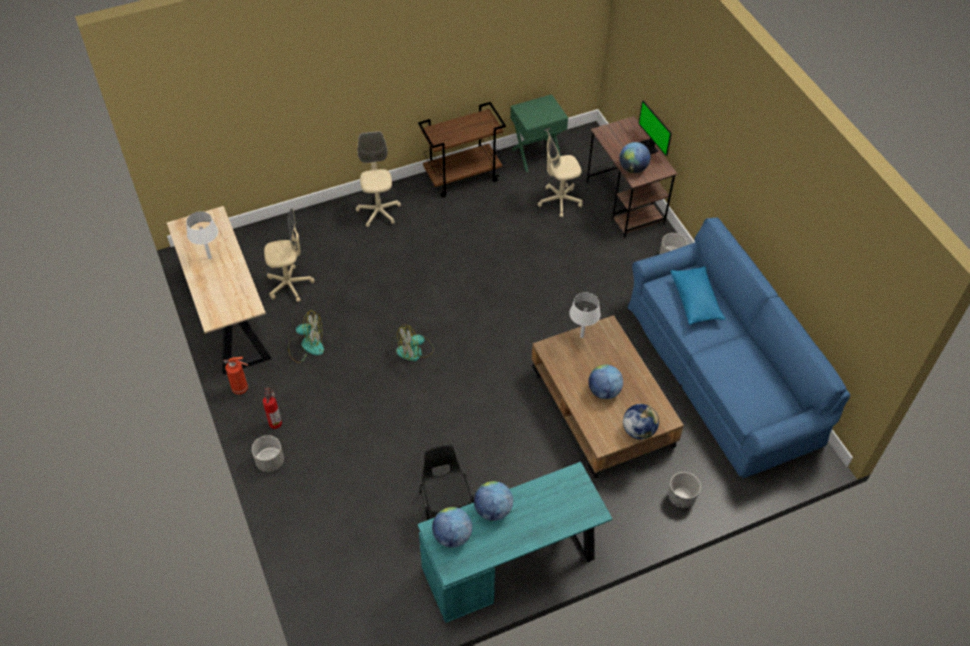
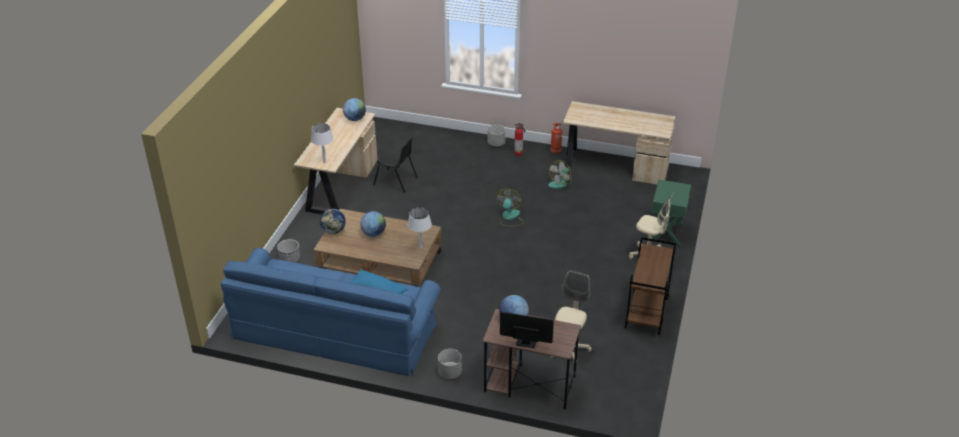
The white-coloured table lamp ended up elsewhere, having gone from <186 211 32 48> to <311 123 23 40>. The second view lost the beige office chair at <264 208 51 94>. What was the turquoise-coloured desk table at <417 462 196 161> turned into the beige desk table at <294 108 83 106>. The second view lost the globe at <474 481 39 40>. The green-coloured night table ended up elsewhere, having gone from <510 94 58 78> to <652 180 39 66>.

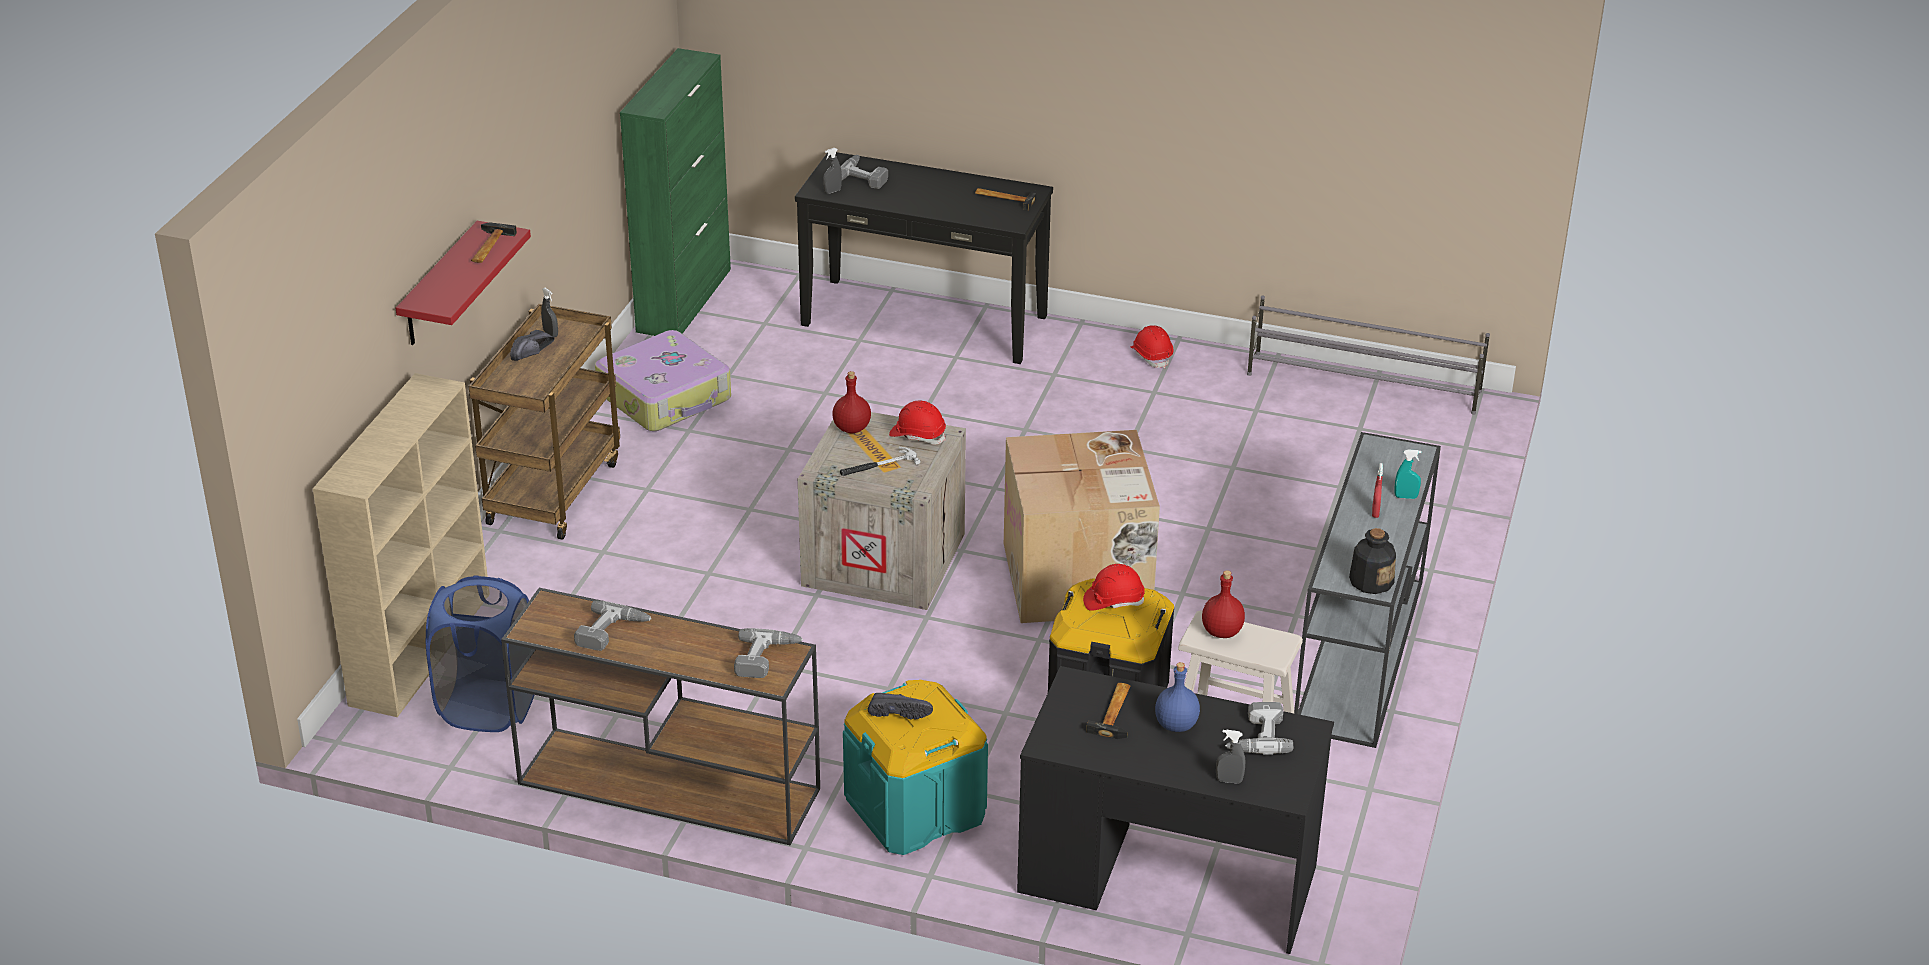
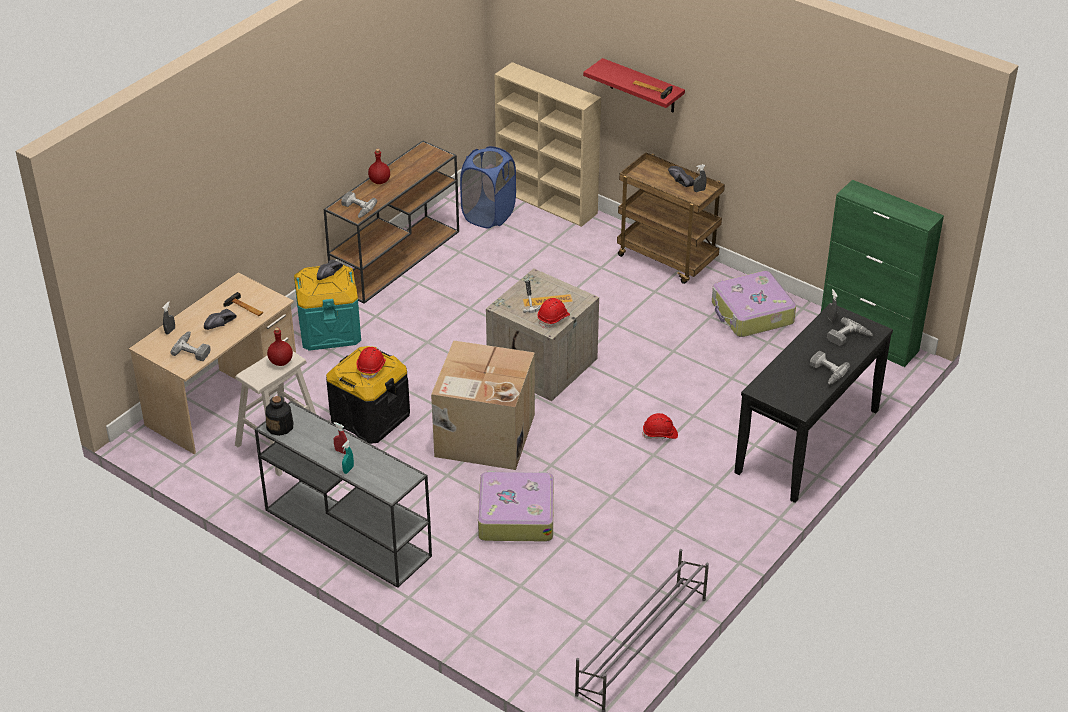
The drill ended up elsewhere, having gone from <574 601 78 50> to <810 351 40 33>. The red bottle ended up elsewhere, having gone from <832 371 39 62> to <368 149 22 35>. The second view lost the tool hammer at <975 188 61 23>. What was the blackish desk table at <1017 666 317 288> turned into the beige desk table at <129 273 167 181>. The red work helmet ended up elsewhere, having gone from <1131 325 42 44> to <642 413 36 26>. Where the bluish bottle stood at <1155 662 45 70>, the blackish shoe came to stand at <204 309 33 21>. The second view gained the travel case at <478 471 76 71>.

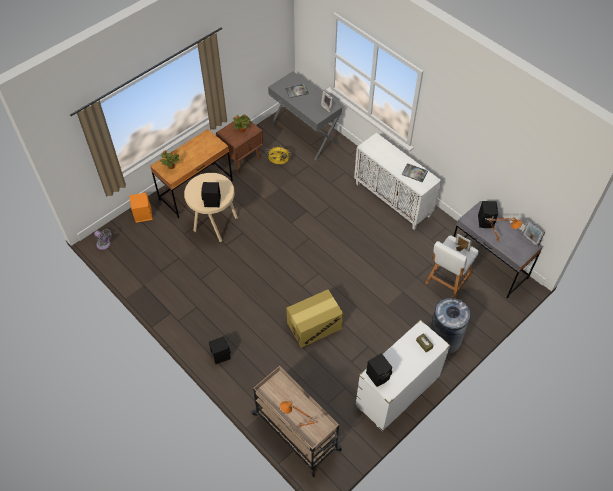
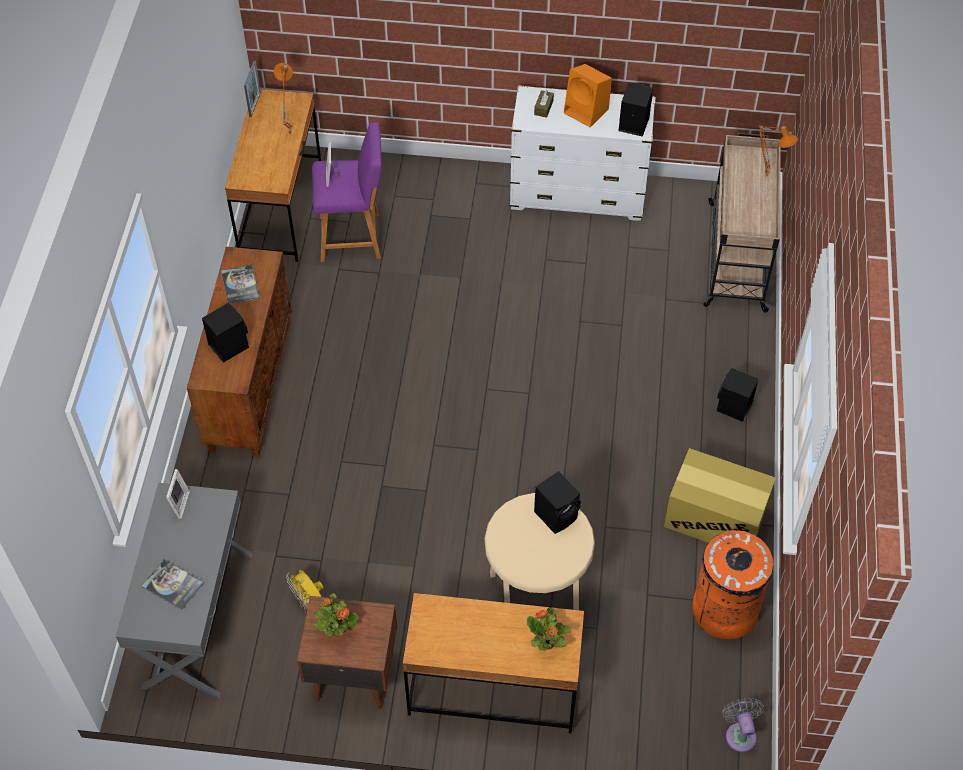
The orangey speaker ended up elsewhere, having gone from <129 193 24 30> to <564 64 48 63>. The cardboard box ended up elsewhere, having gone from <287 289 56 59> to <664 448 112 95>. What was the white-coloured cabinet at <354 133 87 97> turned into the brown cabinet at <187 247 105 210>. What was the white-coloured stool seat at <425 236 54 63> turned into the purplish stool seat at <312 122 70 140>. The second view lost the greyish rubbish bin at <430 298 40 56>. What was the greyish desk table at <454 201 89 98> turned into the brown desk table at <225 89 96 173>. The blackish speaker ended up elsewhere, having gone from <478 201 20 27> to <202 303 47 60>. The second view gained the orangey rubbish bin at <692 530 81 109>.

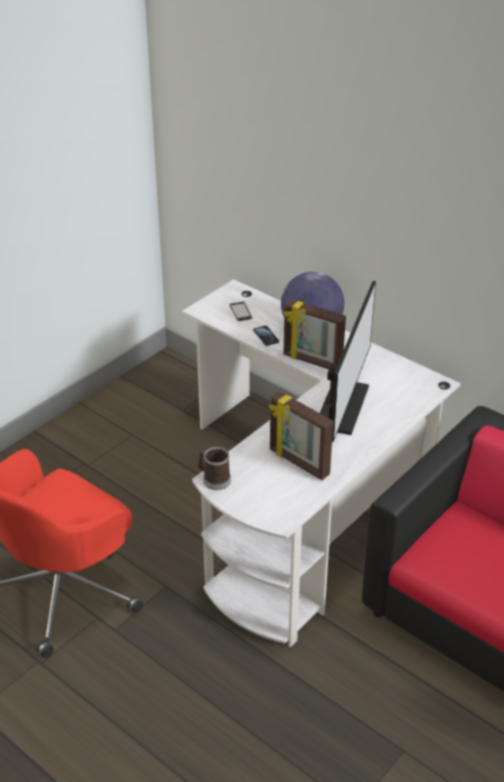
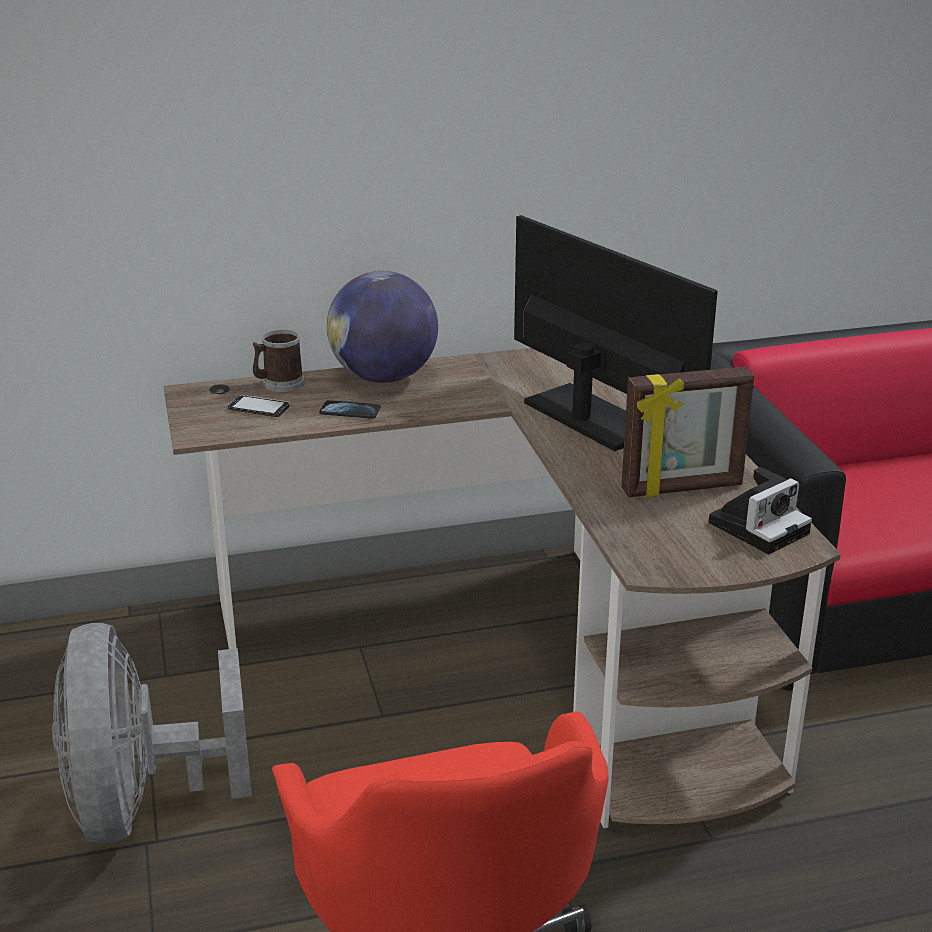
What was the white-coloured desk table at <182 279 279 368> turned into the brown desk table at <163 348 678 480>. The coffee mug ended up elsewhere, having gone from <198 447 33 43> to <253 330 52 62>. The second view lost the photo frame at <283 299 63 70>. The second view gained the greyish cooling fan at <52 623 200 220>. The second view gained the photo camera at <709 467 103 87>.

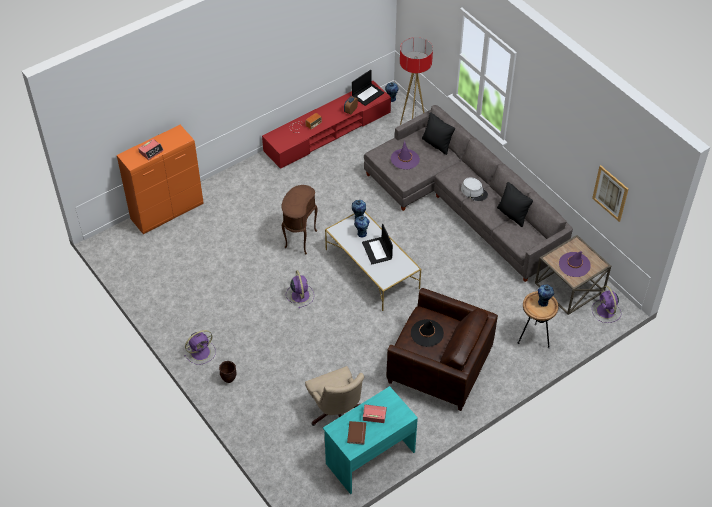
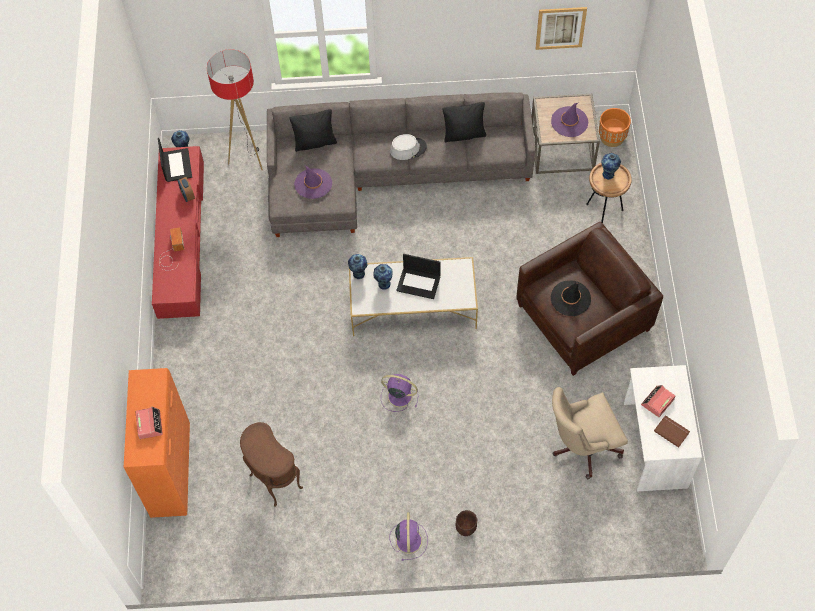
The brown end table ended up elsewhere, having gone from <282 185 35 69> to <240 422 63 84>. The beige office chair at <305 366 59 60> ended up facing another way, 150 degrees clockwise from before. What was the turquoise-coloured desk table at <323 386 95 108> turned into the white-coloured desk table at <624 365 78 127>. Where the purplish cooling fan stood at <592 286 29 37>, the orangey plant pot came to stand at <599 108 32 39>.

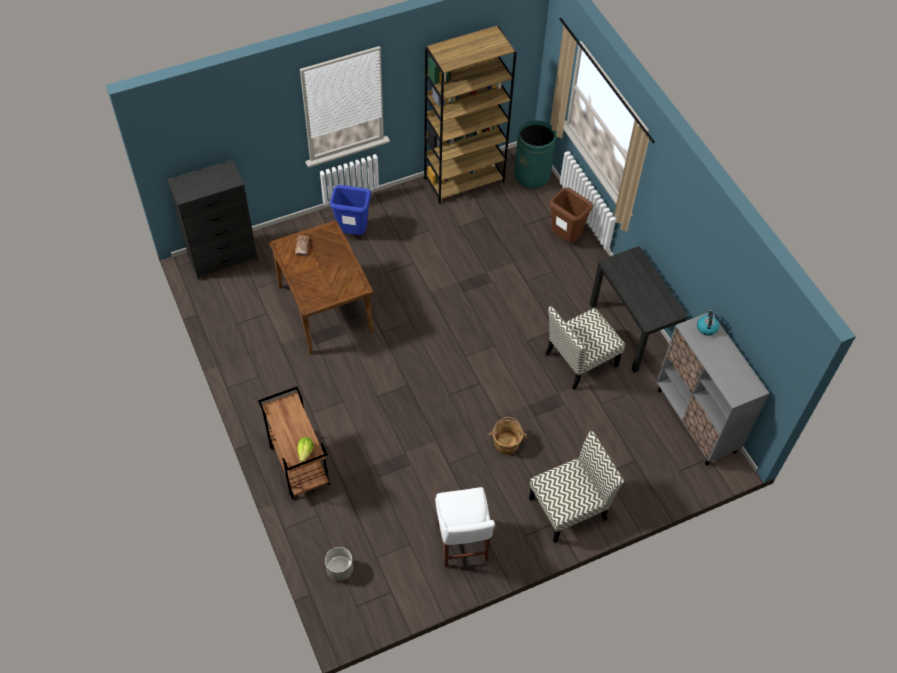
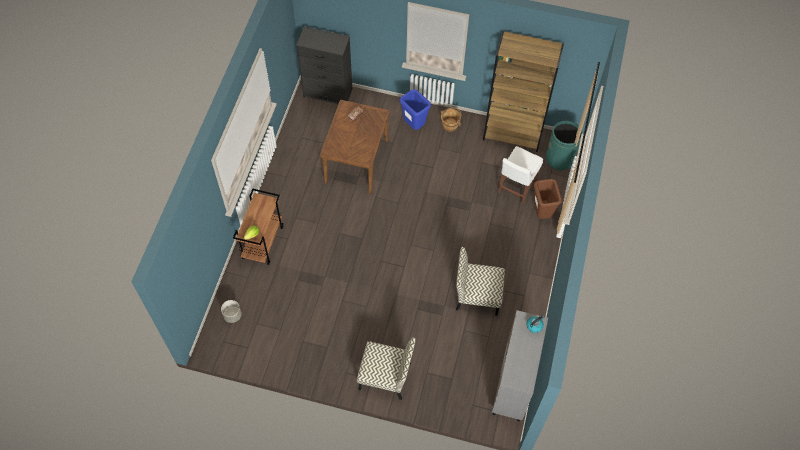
The white-coloured plain chair ended up elsewhere, having gone from <435 487 60 80> to <498 146 45 58>. The brown pail ended up elsewhere, having gone from <488 417 40 38> to <441 108 20 24>. The second view lost the blackish desk table at <590 246 98 127>.

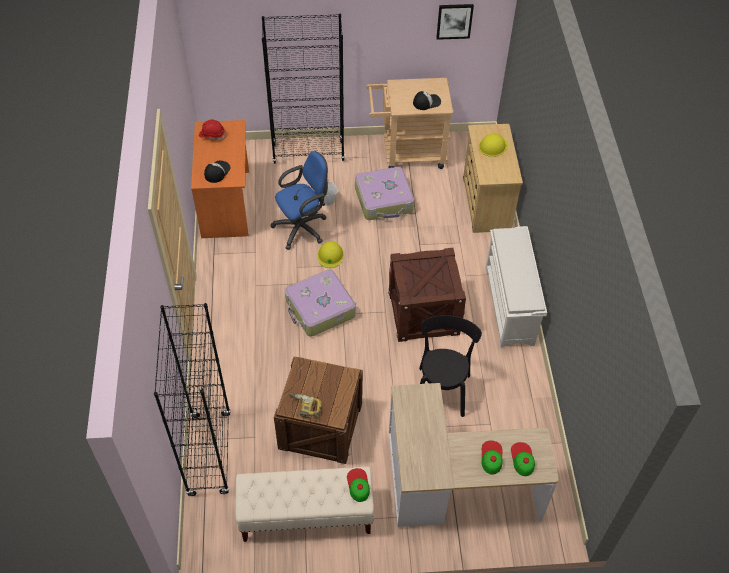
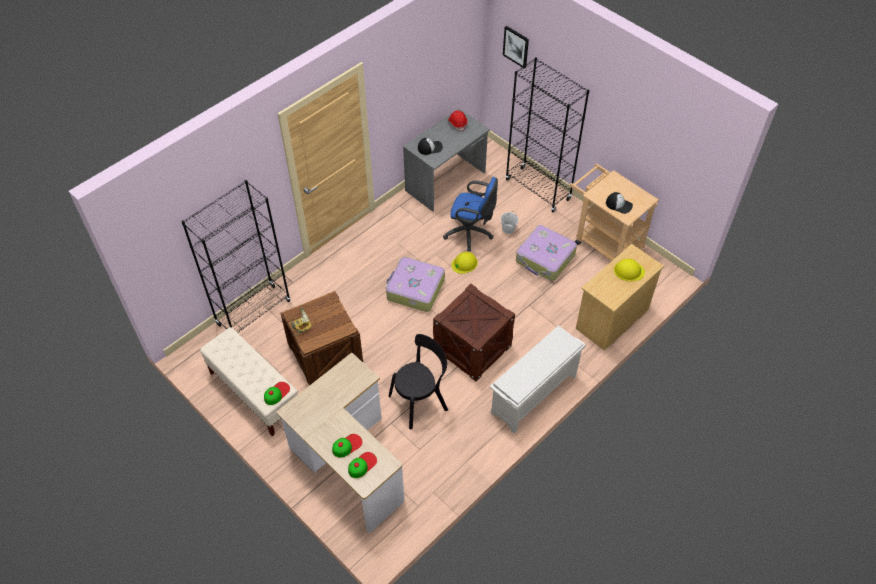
What was the orangey desk table at <191 120 58 118> turned into the greyish desk table at <403 108 87 103>. The wall picture ended up elsewhere, having gone from <436 4 38 36> to <503 26 26 43>.

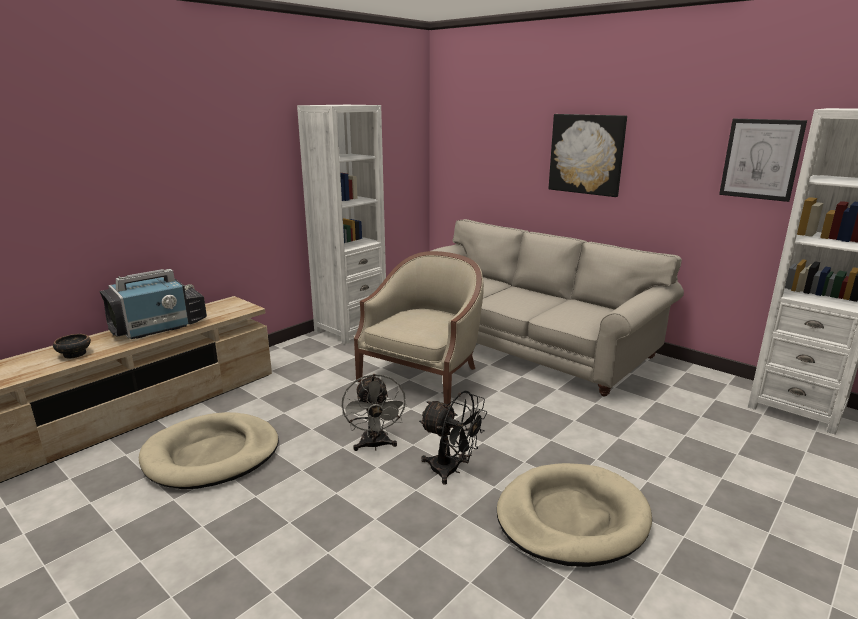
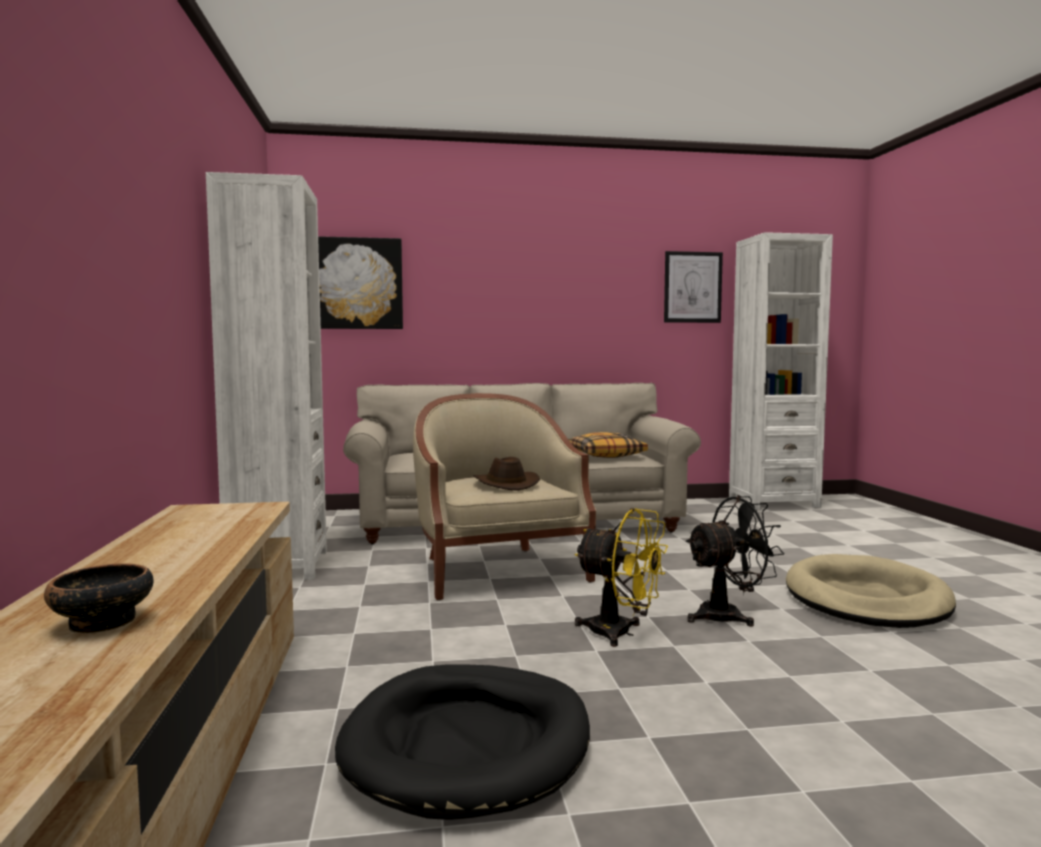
The second view lost the TV set at <99 269 108 70>. What was the beige dog bed at <139 412 140 77> turned into the blackish dog bed at <335 664 255 156>. What was the greyish cooling fan at <342 374 65 77> turned into the yellow-coloured cooling fan at <574 508 94 139>. The wall picture ended up elsewhere, having gone from <548 114 79 83> to <318 236 85 93>. The second view gained the brown hat at <473 457 67 34>. The second view gained the throw pillow at <568 432 80 26>.

